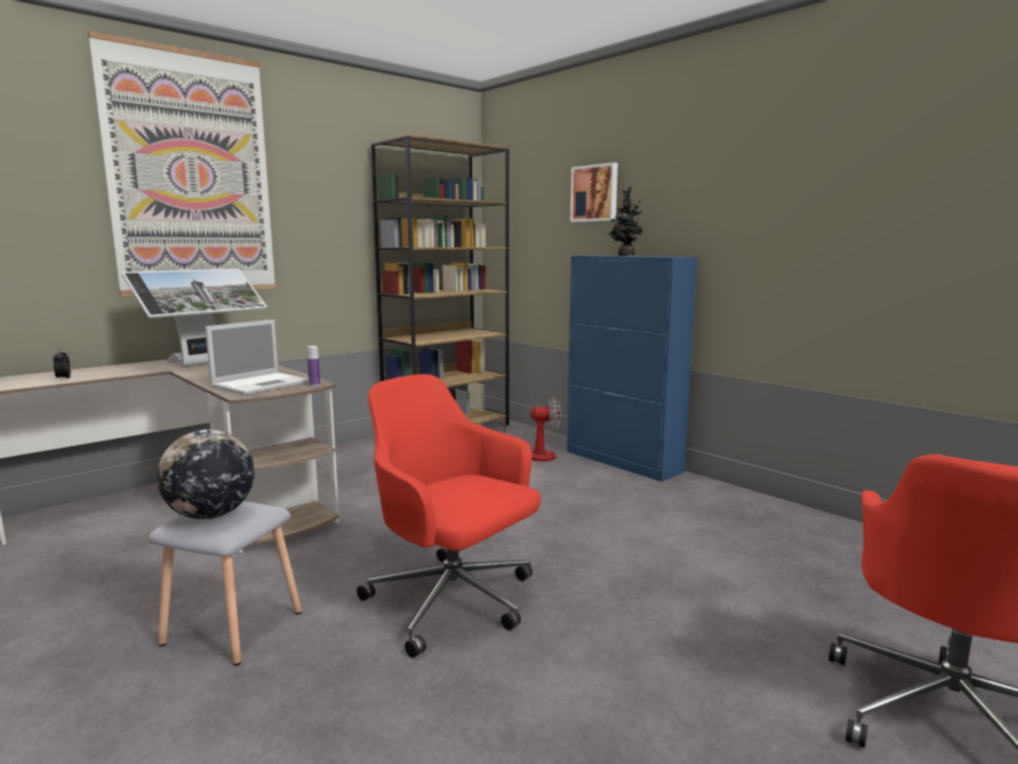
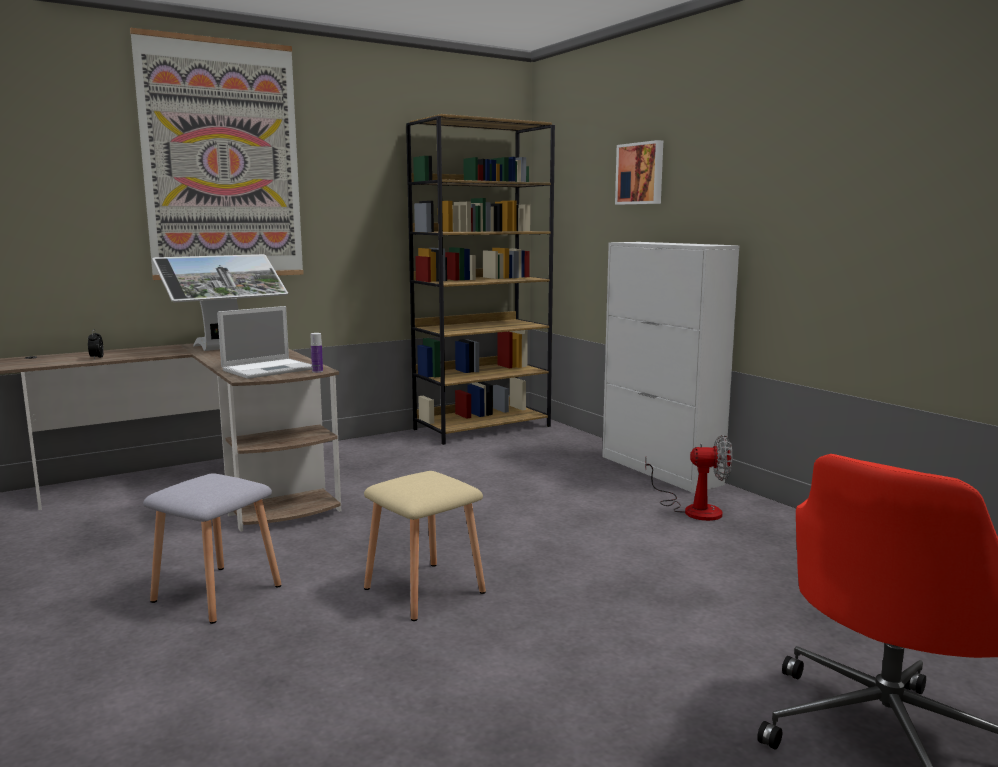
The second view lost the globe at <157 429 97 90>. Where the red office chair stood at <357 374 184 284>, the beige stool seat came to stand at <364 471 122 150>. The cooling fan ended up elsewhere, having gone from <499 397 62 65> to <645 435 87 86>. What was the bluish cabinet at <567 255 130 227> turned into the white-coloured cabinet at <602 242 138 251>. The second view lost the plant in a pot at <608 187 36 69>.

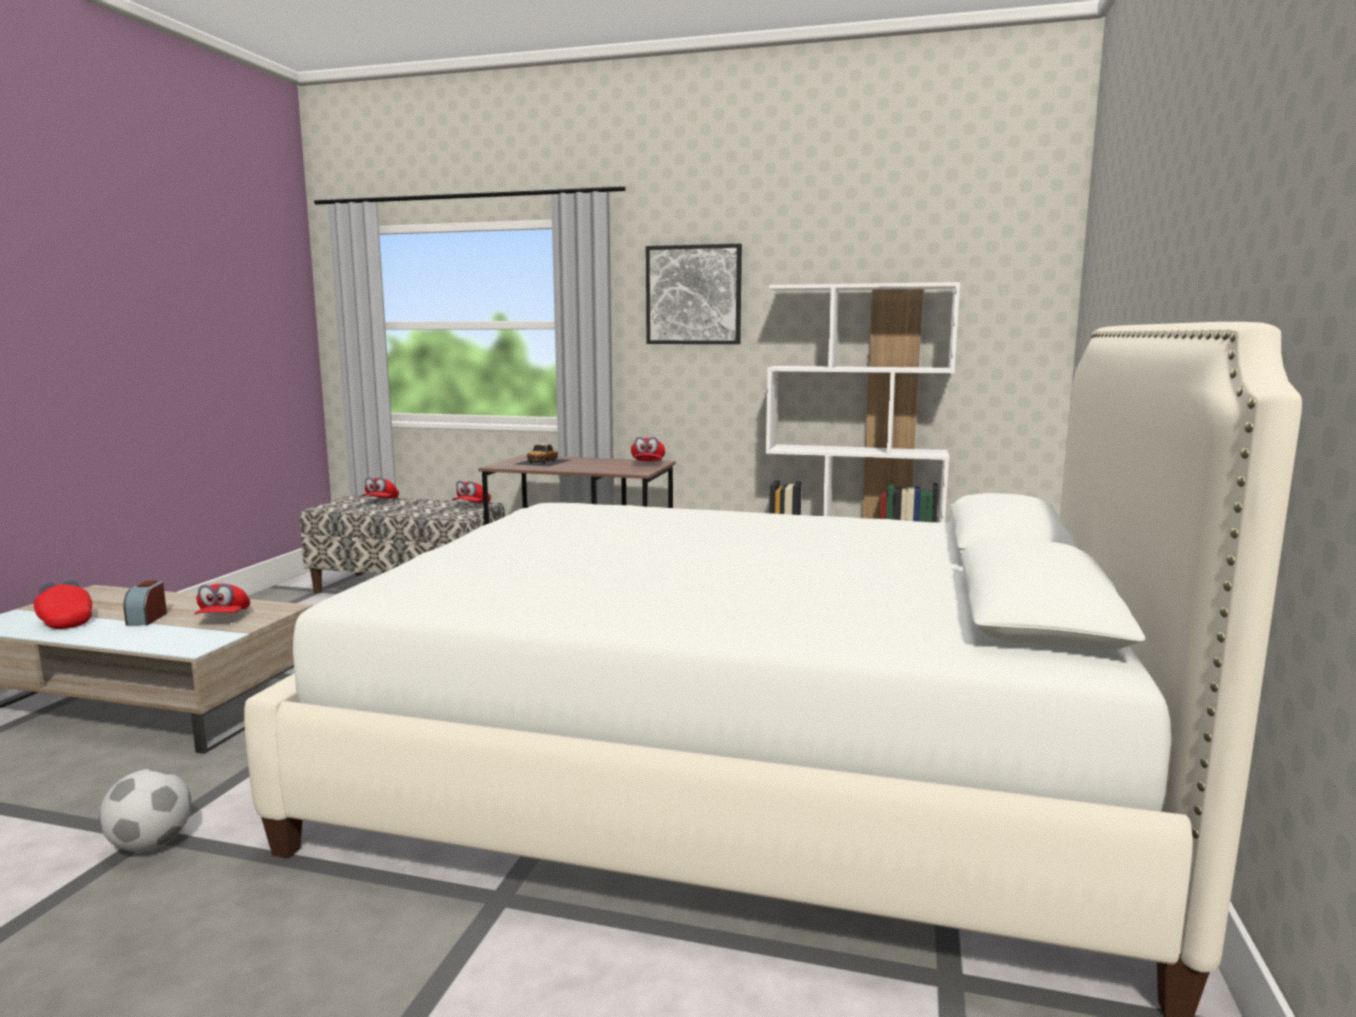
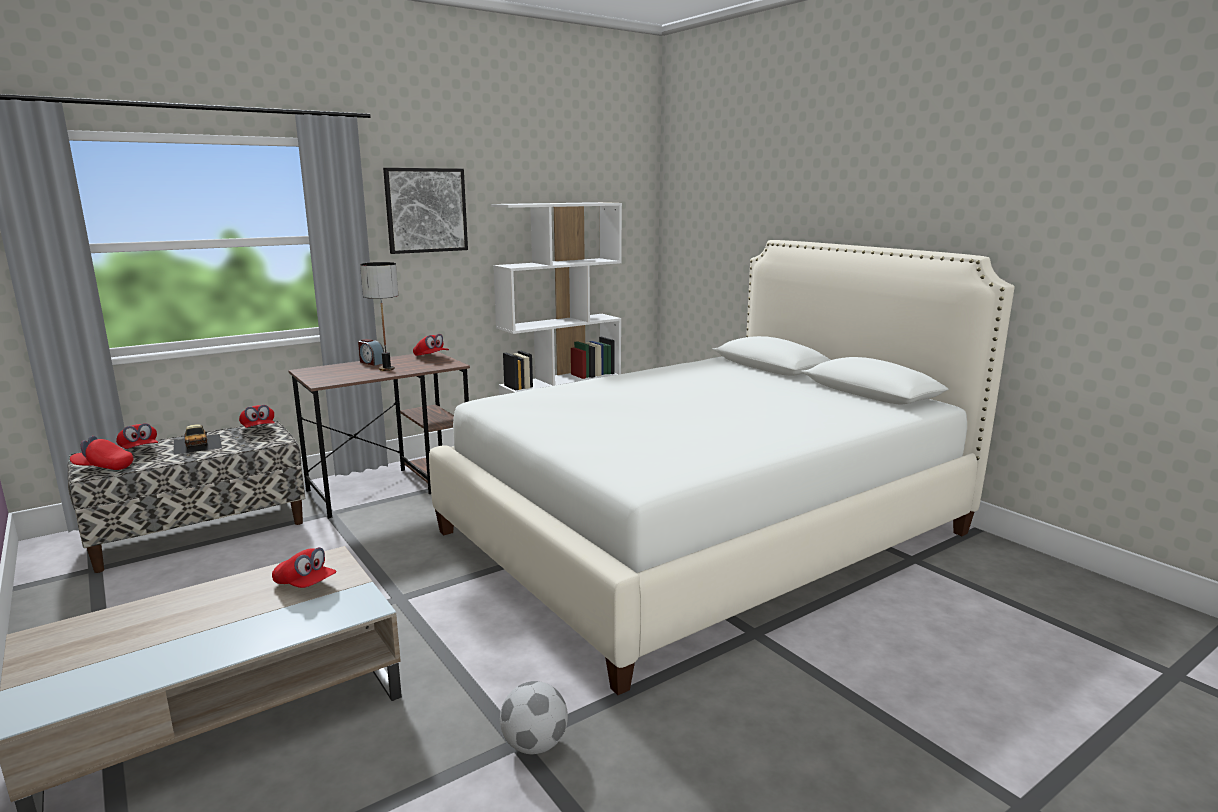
The red cap ended up elsewhere, having gone from <34 579 58 50> to <70 436 64 34>. The alarm clock ended up elsewhere, having gone from <123 580 44 46> to <358 339 26 27>. The miniature car ended up elsewhere, having gone from <515 443 56 24> to <174 424 48 31>. The second view gained the table lamp at <360 262 38 109>.

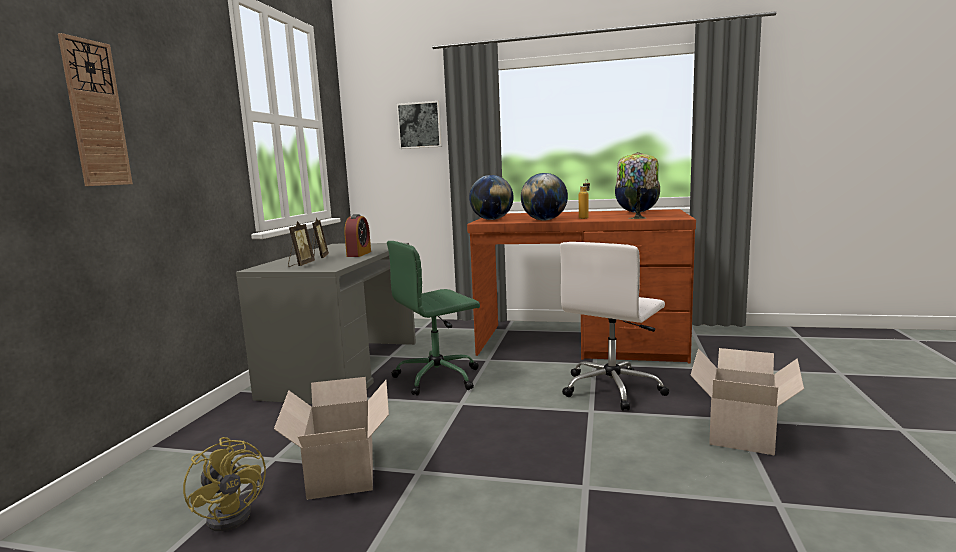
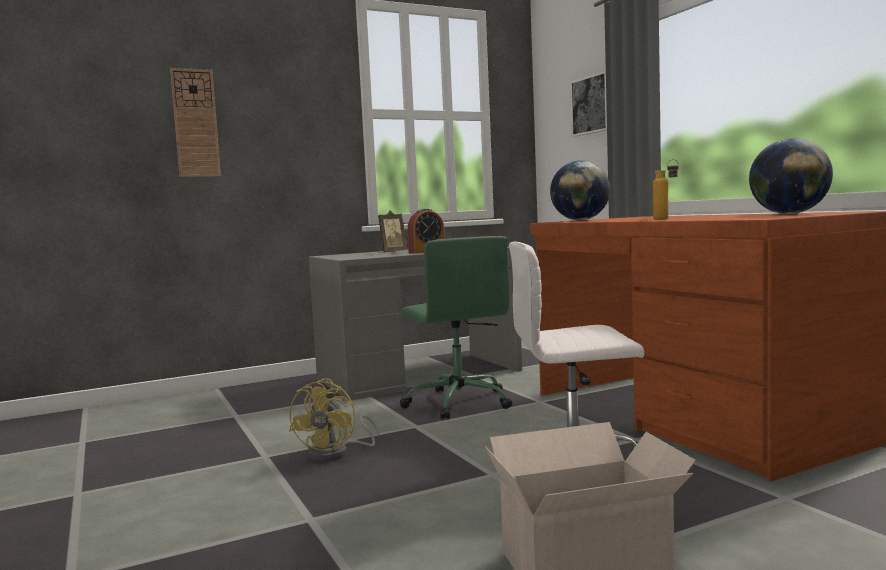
The yellow-coloured cooling fan ended up elsewhere, having gone from <183 437 83 94> to <289 378 90 84>. The second view lost the cardboard box at <274 377 115 123>. The second view lost the photo frame at <288 221 27 46>. The green-coloured office chair at <387 241 93 155> ended up facing another way, 135 degrees counterclockwise from before. The second view lost the globe at <521 173 47 47>. The second view lost the table lamp at <616 152 43 67>.

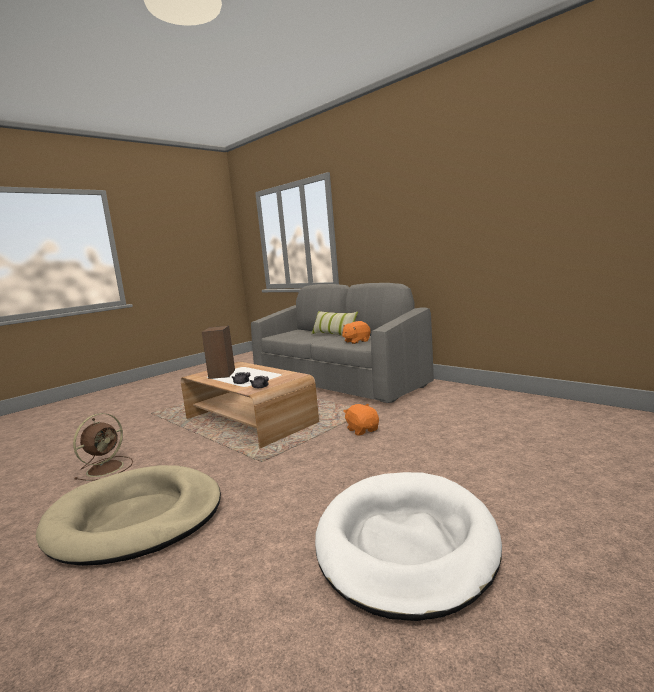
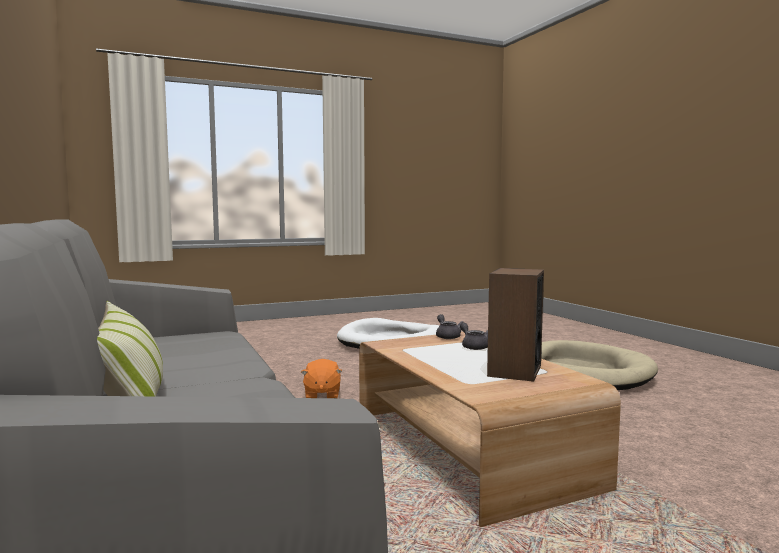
The second view lost the brown cooling fan at <73 413 60 68>. The second view lost the orangey cuddly toy at <342 321 29 23>.

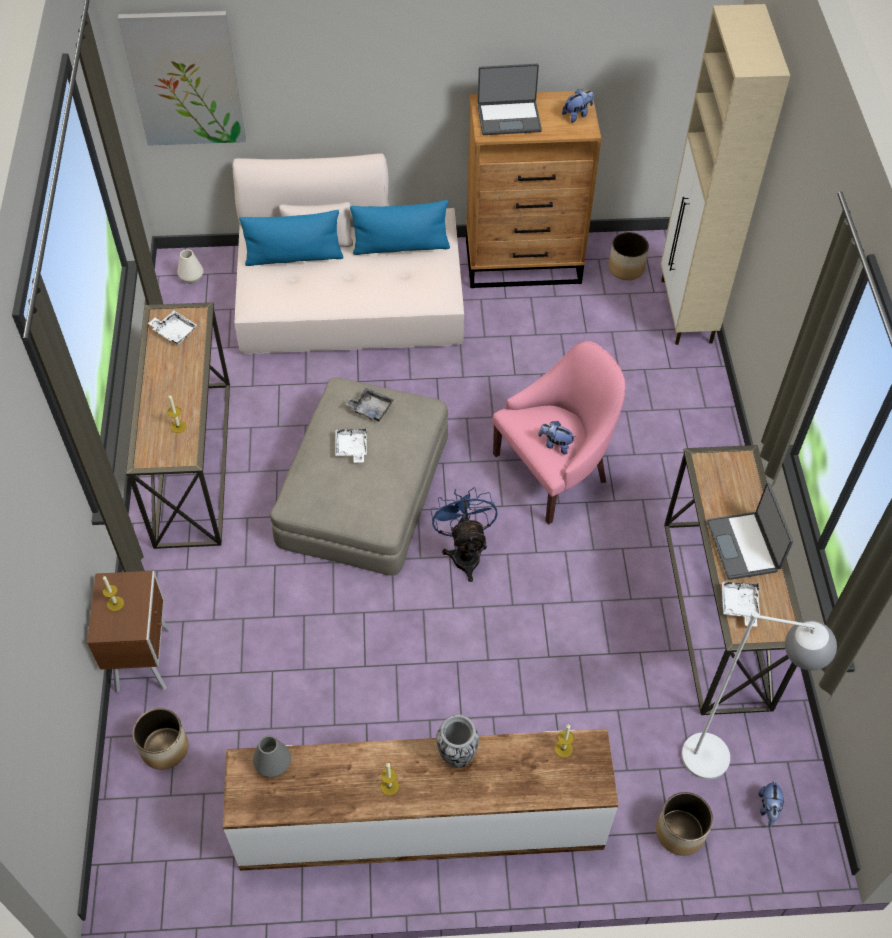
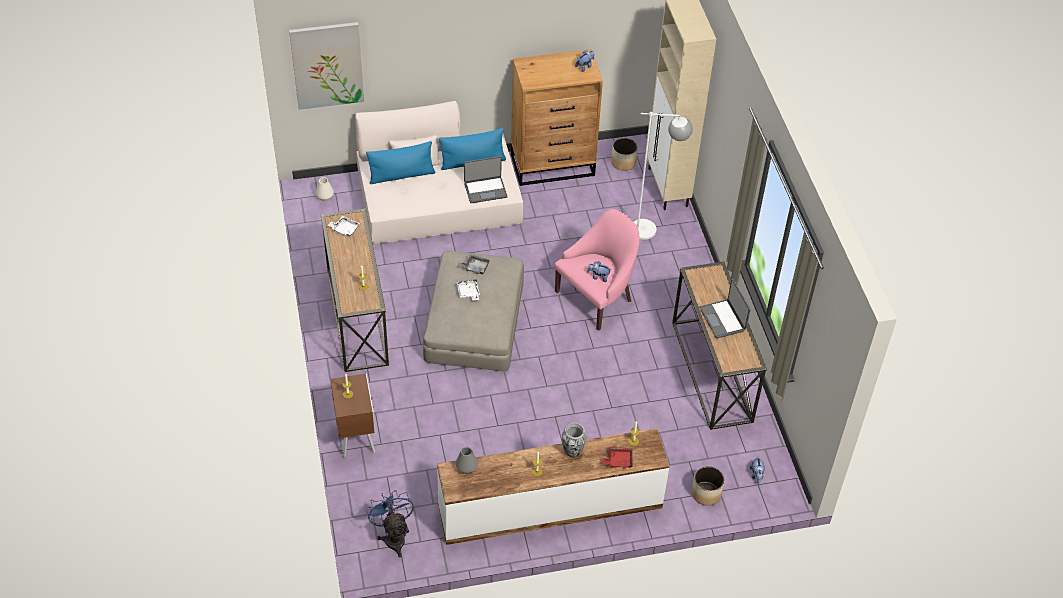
The second view lost the plant pot at <133 708 55 62>. The bluish cooling fan ended up elsewhere, having gone from <431 487 67 95> to <366 490 48 67>. The notebook computer ended up elsewhere, having gone from <478 64 64 71> to <464 156 44 47>. The white-coloured standing lamp ended up elsewhere, having gone from <681 610 156 170> to <634 112 59 128>. The second view lost the white-coloured carrying tray at <722 581 38 45>. The second view gained the red carrying tray at <602 447 31 22>.

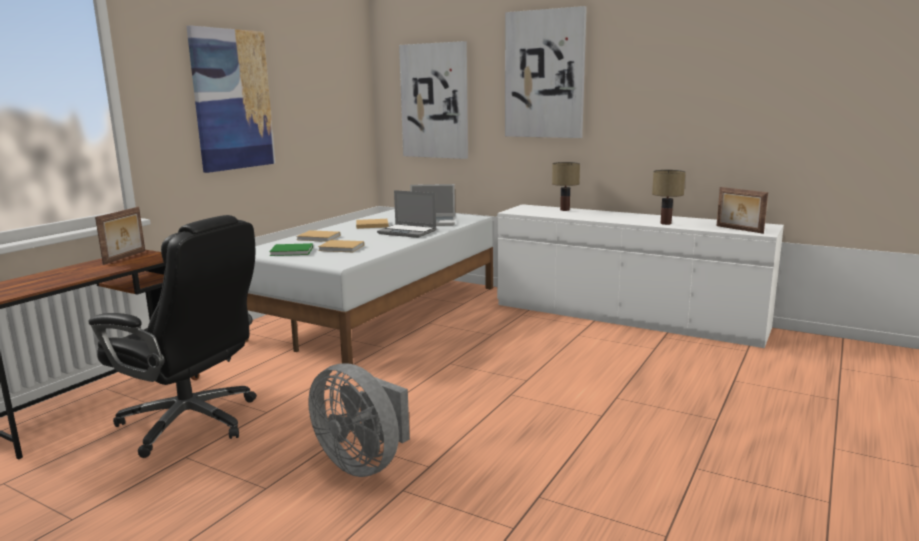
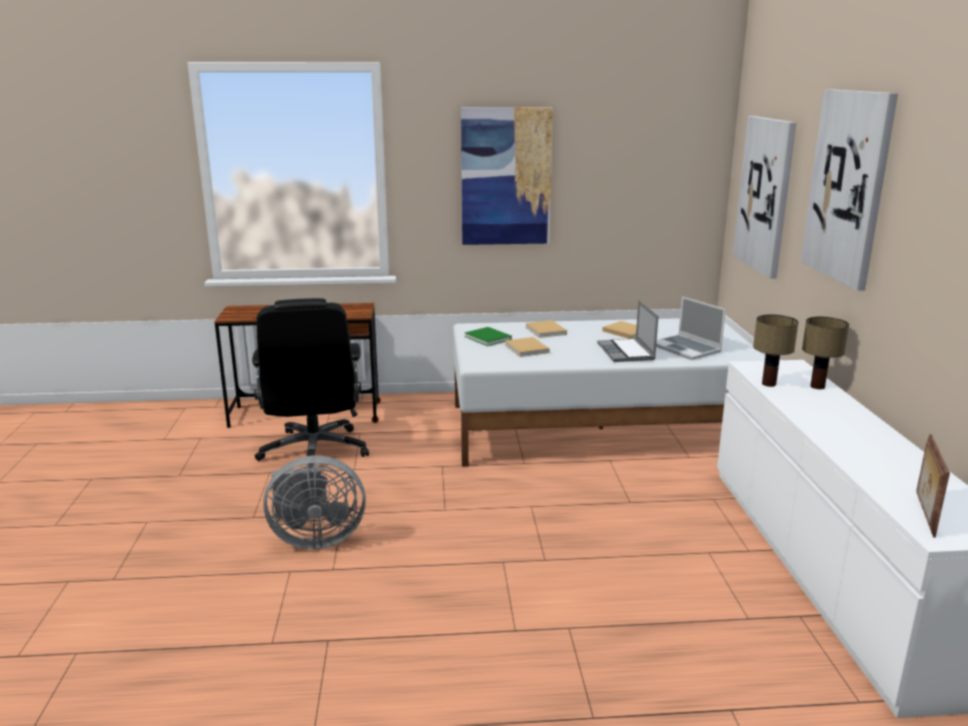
The second view lost the photo frame at <95 207 50 58>. The greyish cooling fan at <308 363 102 114> ended up facing another way, 105 degrees counterclockwise from before. The table lamp ended up elsewhere, having gone from <652 170 34 55> to <753 314 46 73>.

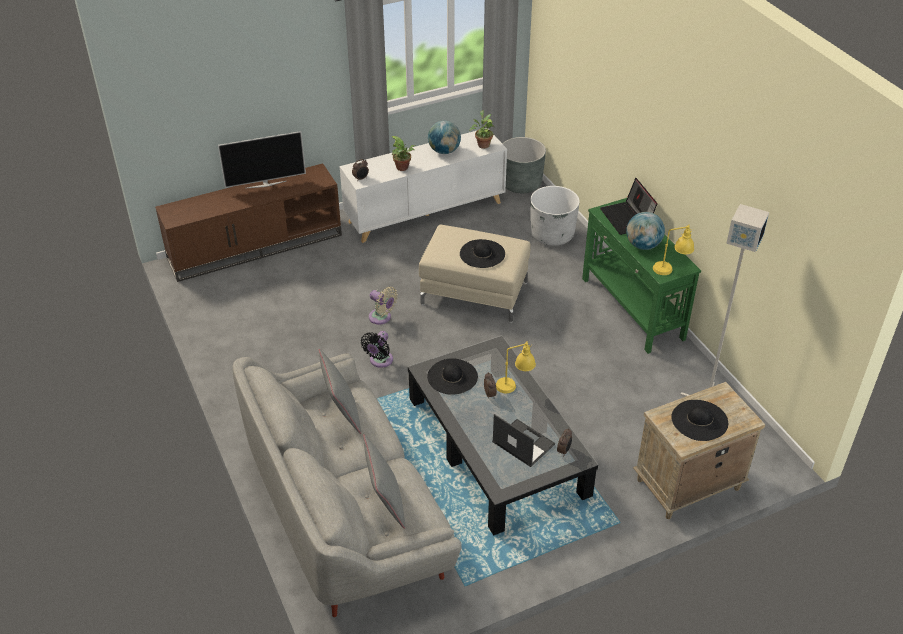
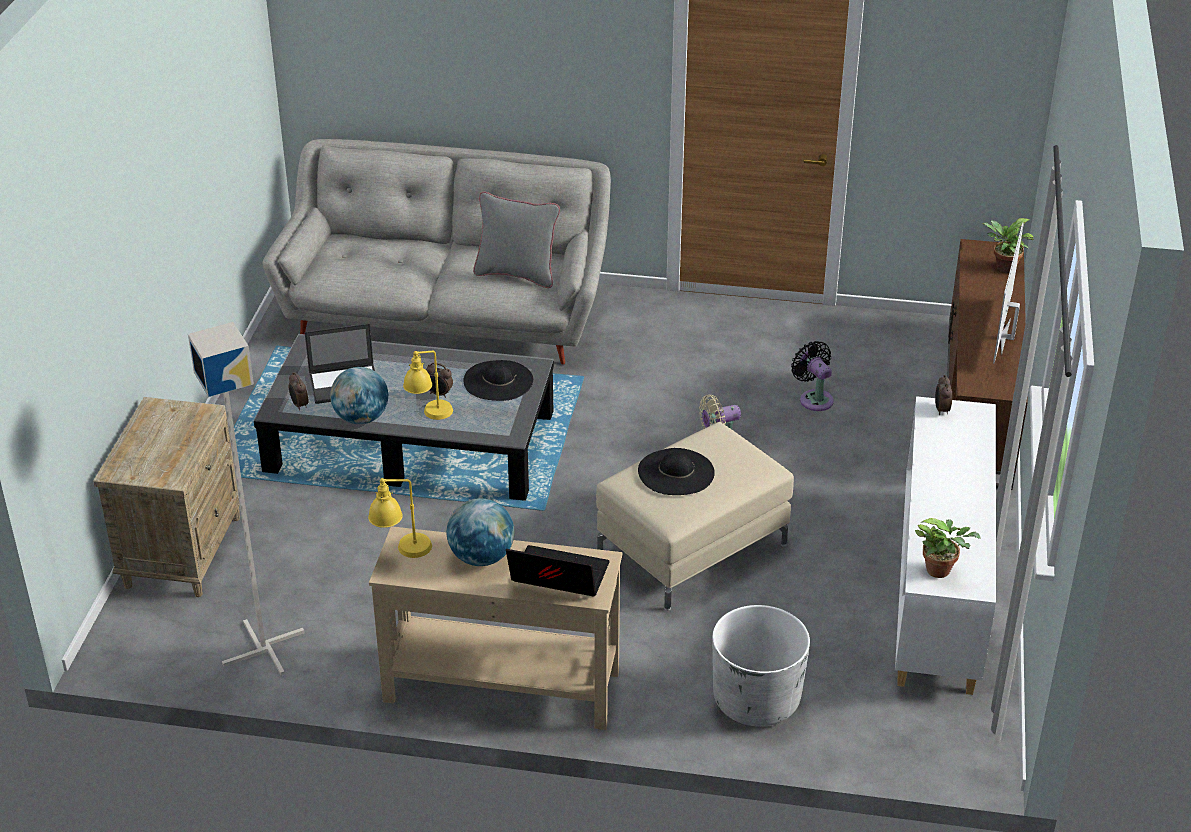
The blackish cooling fan ended up elsewhere, having gone from <361 331 32 37> to <791 341 43 70>. The second view lost the greyish throw pillow at <363 434 42 95>. The plant in a pot ended up elsewhere, having gone from <391 136 24 35> to <982 218 52 55>. The globe ended up elsewhere, having gone from <428 121 33 33> to <330 367 58 57>. The second view lost the greyish plant pot at <502 137 44 56>. What was the green-coloured hall table at <582 198 119 156> turned into the beige hall table at <369 526 253 204>. The second view lost the blackish hat at <671 400 57 41>.

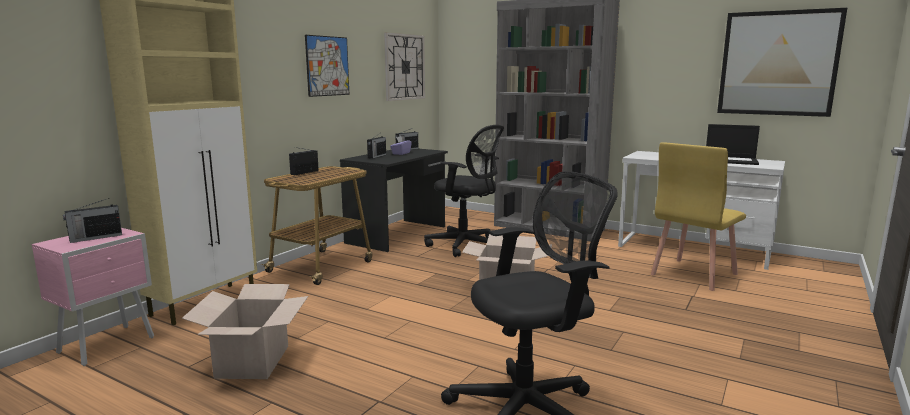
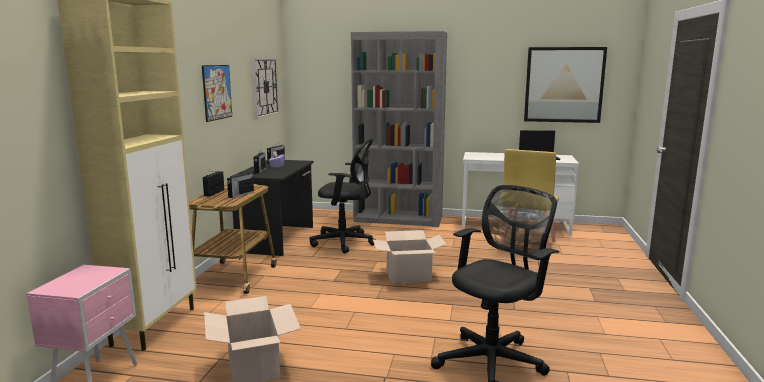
The radio receiver ended up elsewhere, having gone from <63 198 59 45> to <227 169 27 29>.

